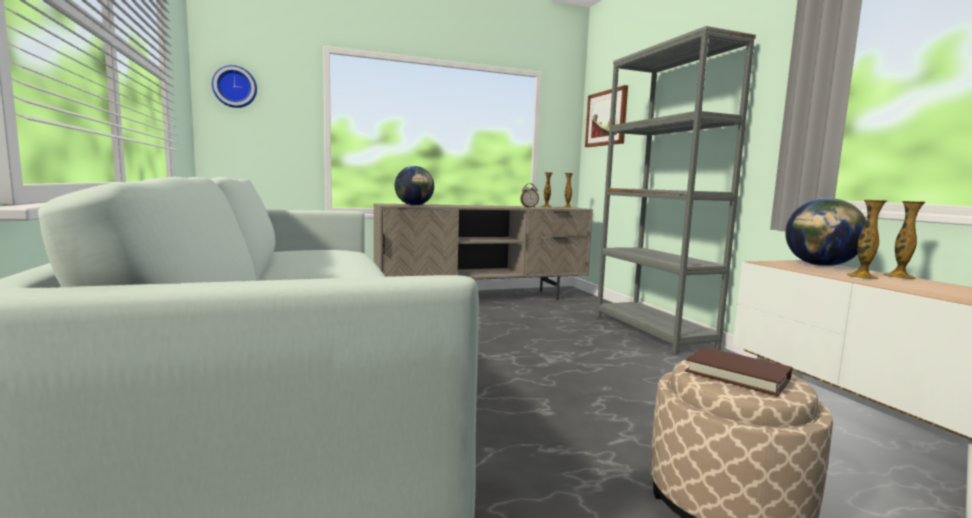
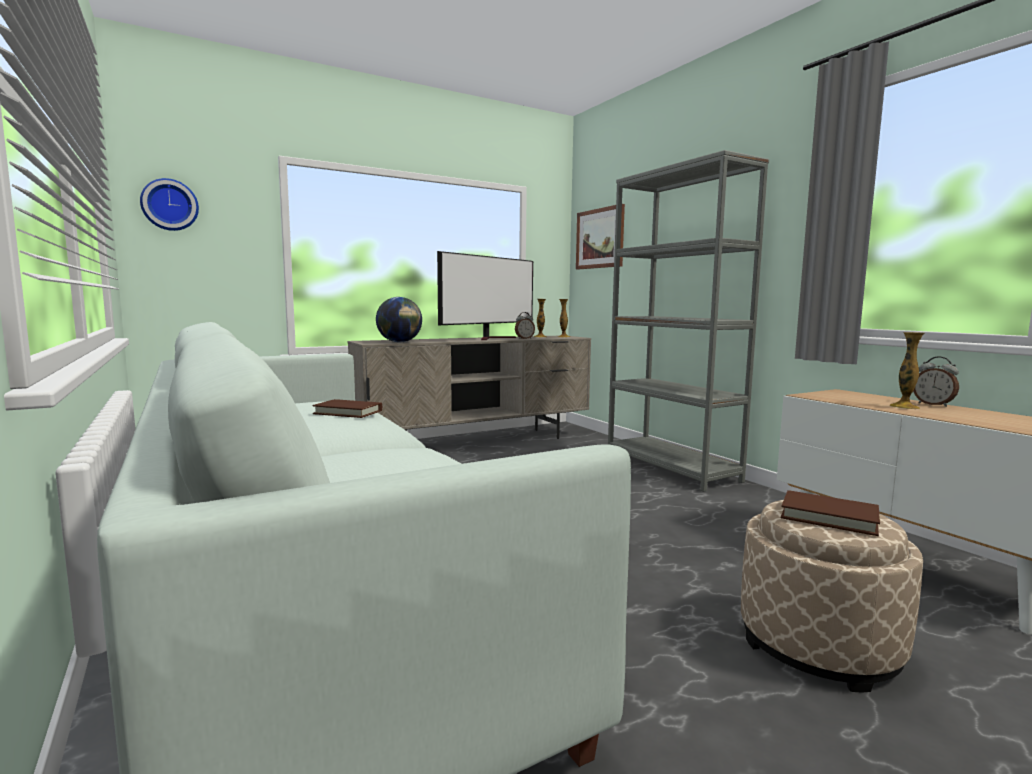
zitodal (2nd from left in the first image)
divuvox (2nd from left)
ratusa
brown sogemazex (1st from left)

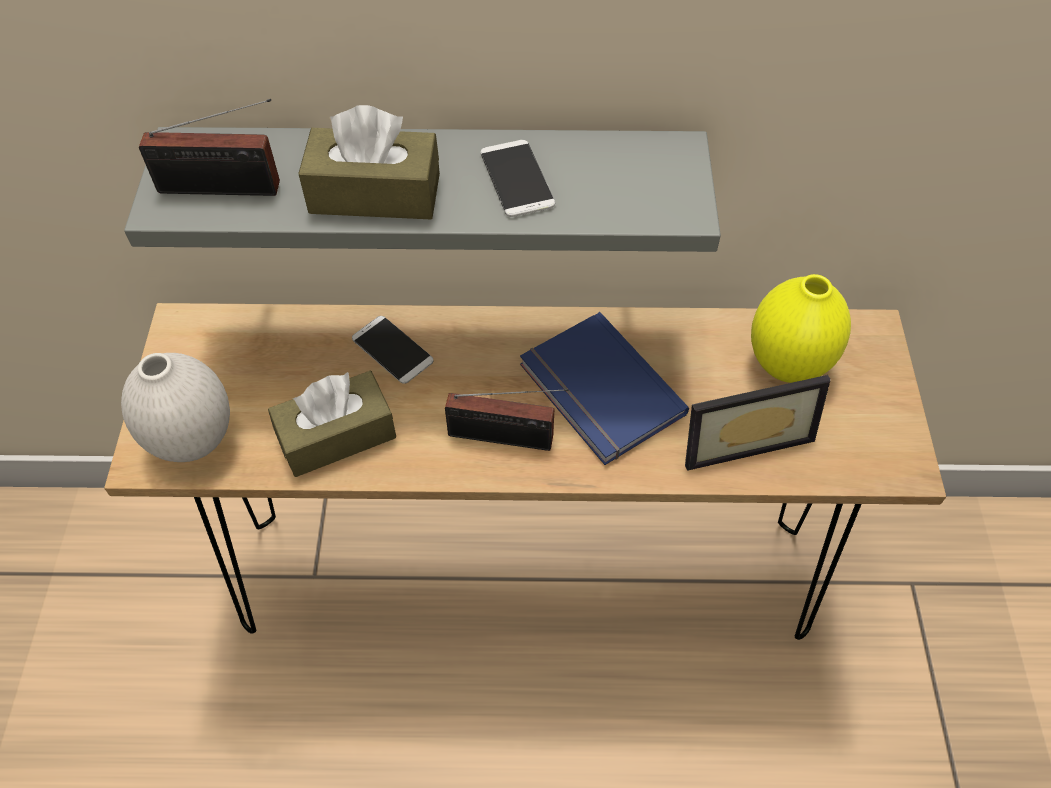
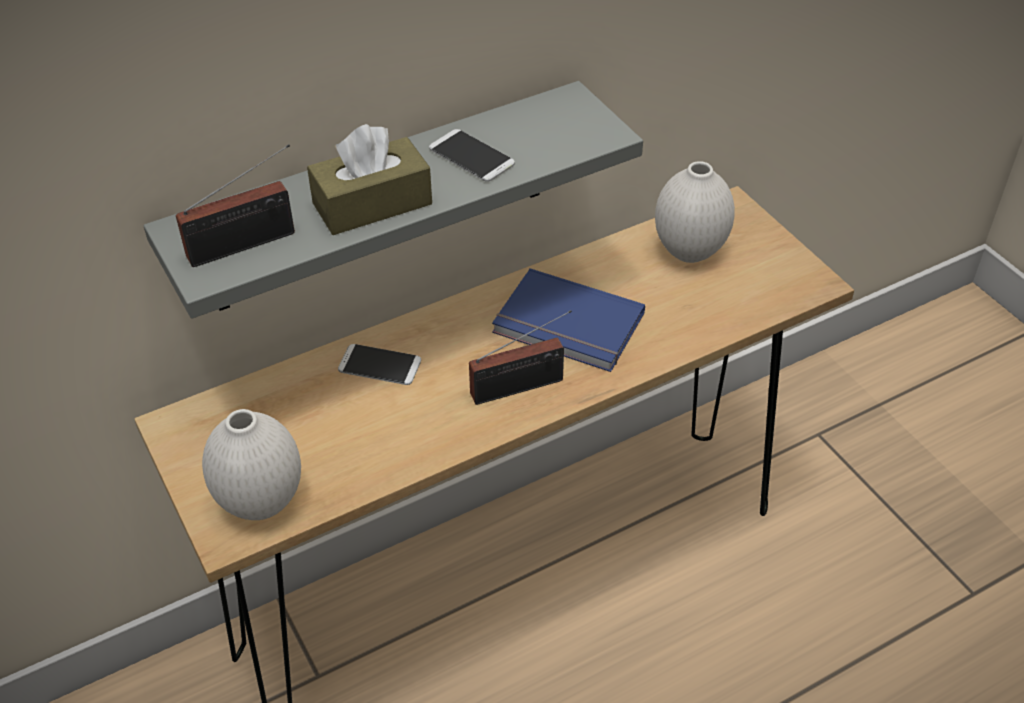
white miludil (2nd from left)
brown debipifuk (1st from left in the first image)
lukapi

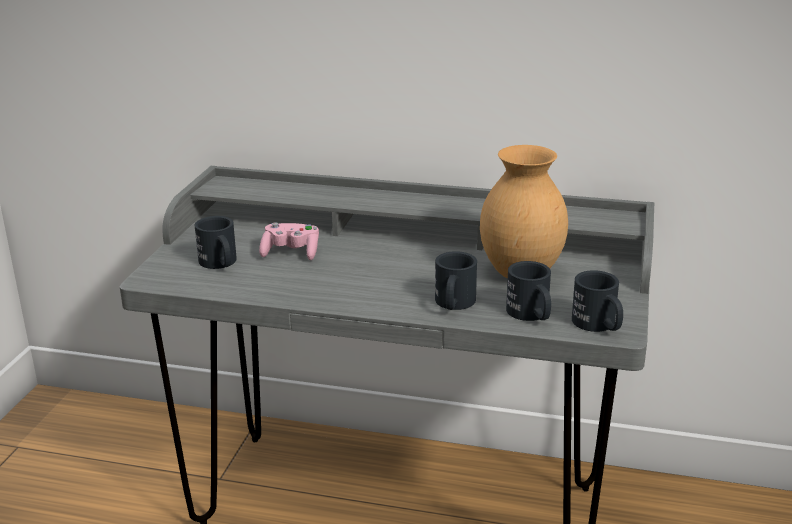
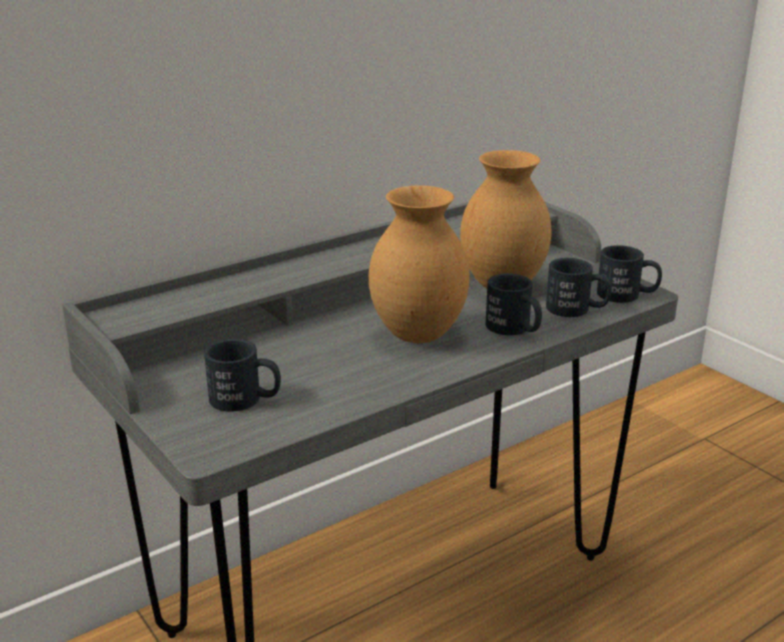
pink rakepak
brown miludil (1st from left)

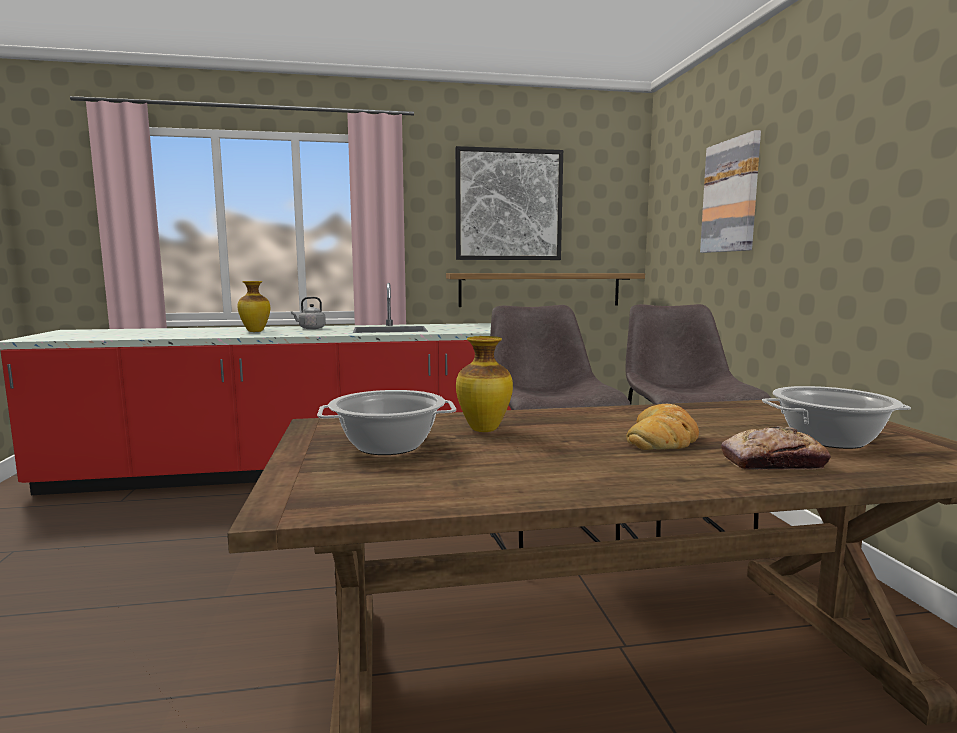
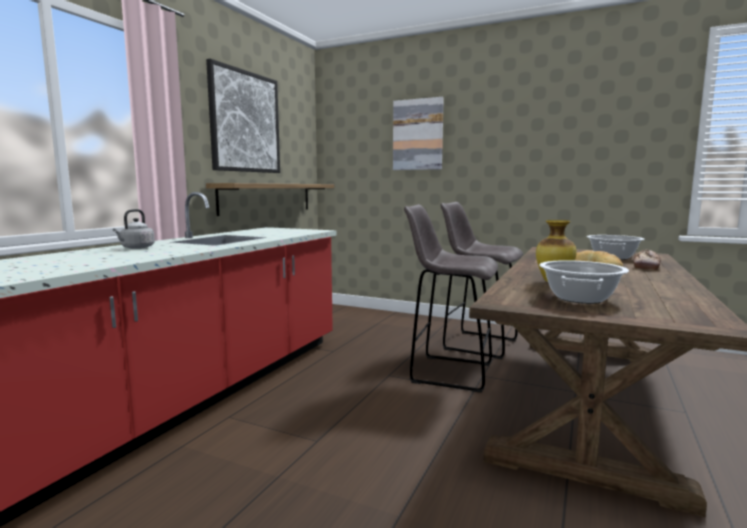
miludil (1st from left in the first image)

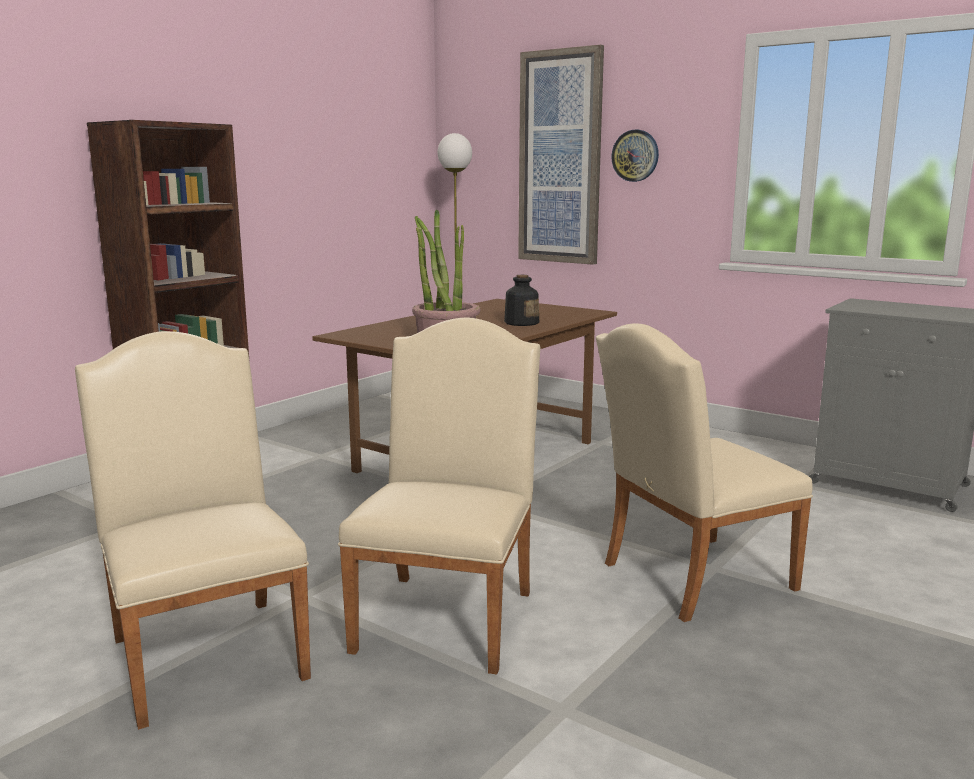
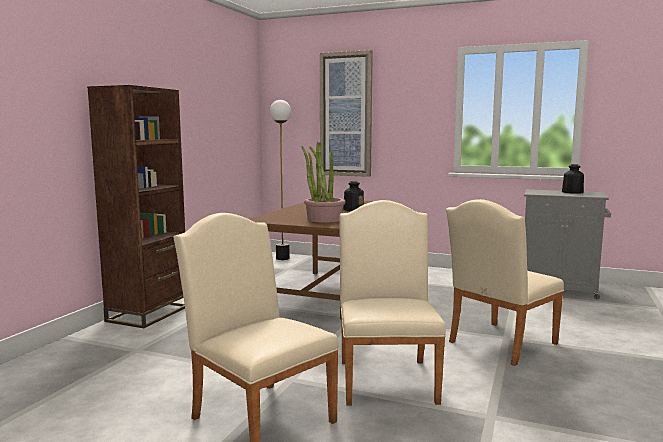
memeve
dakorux (2nd from left)

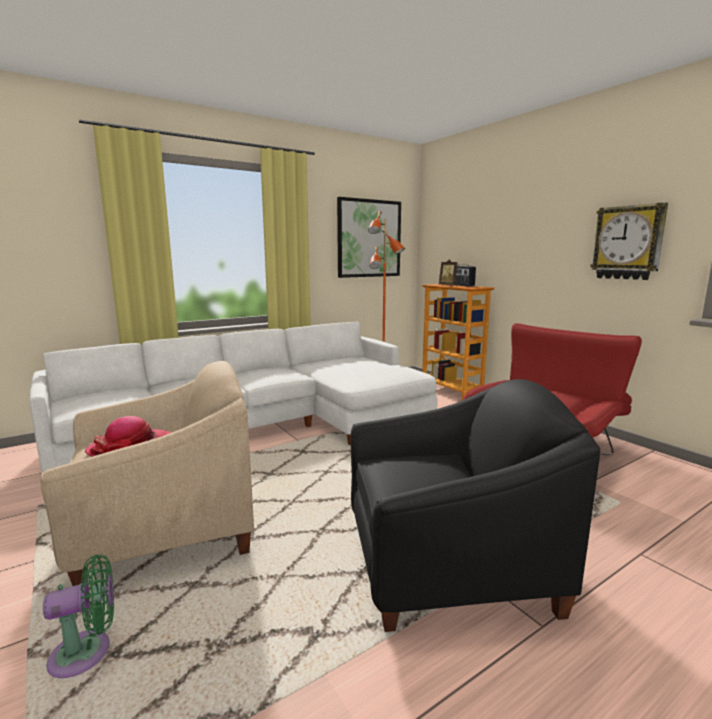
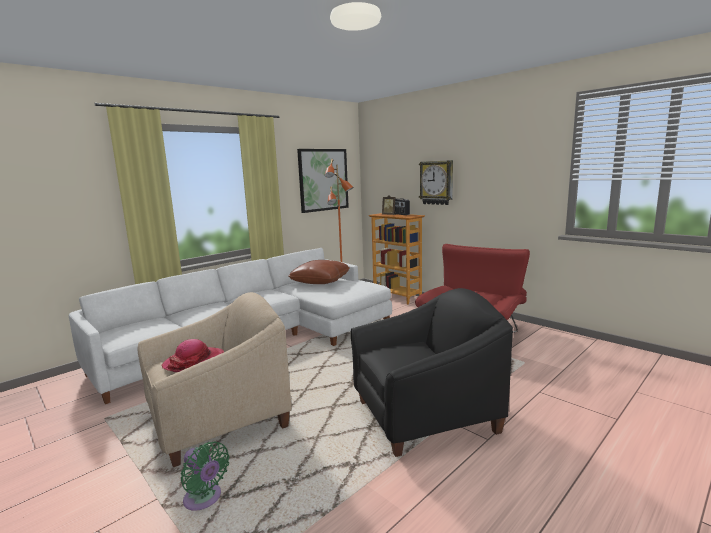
memeve
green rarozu
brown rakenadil

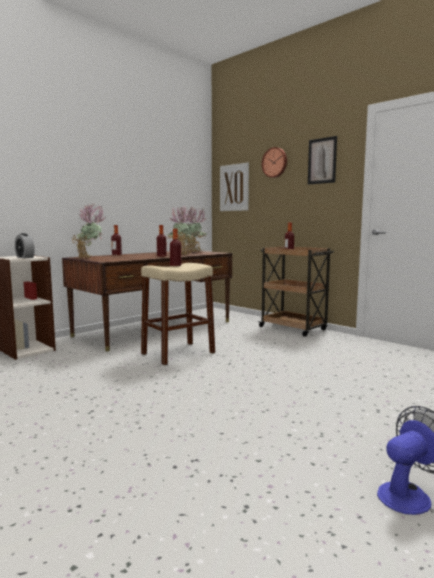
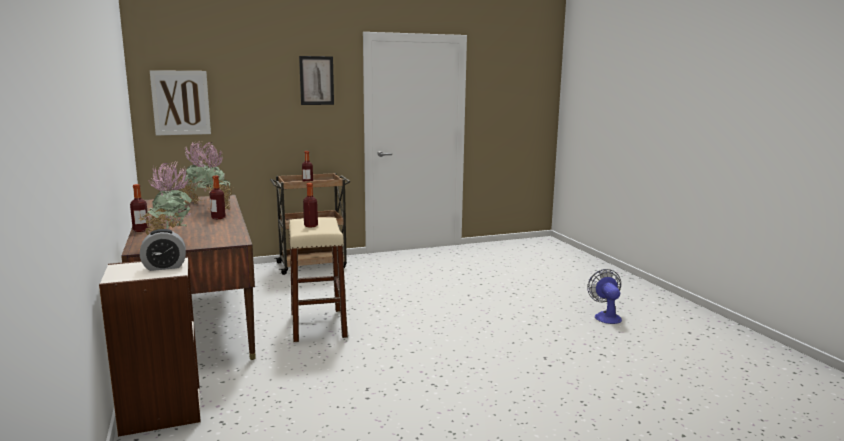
memeve

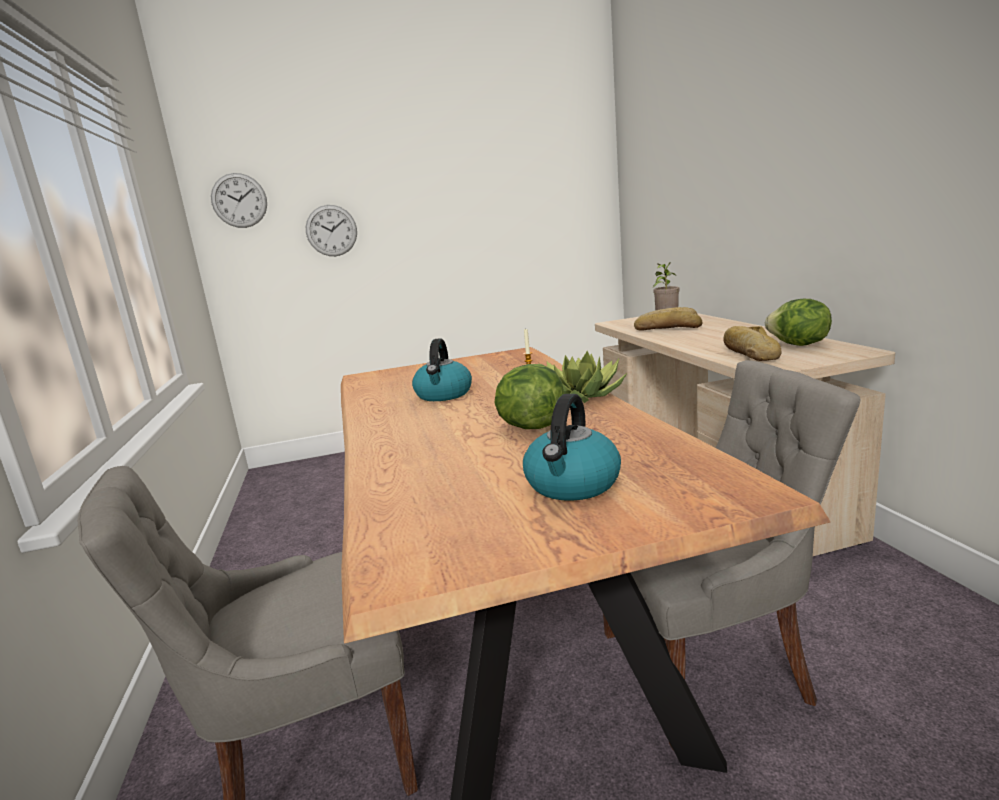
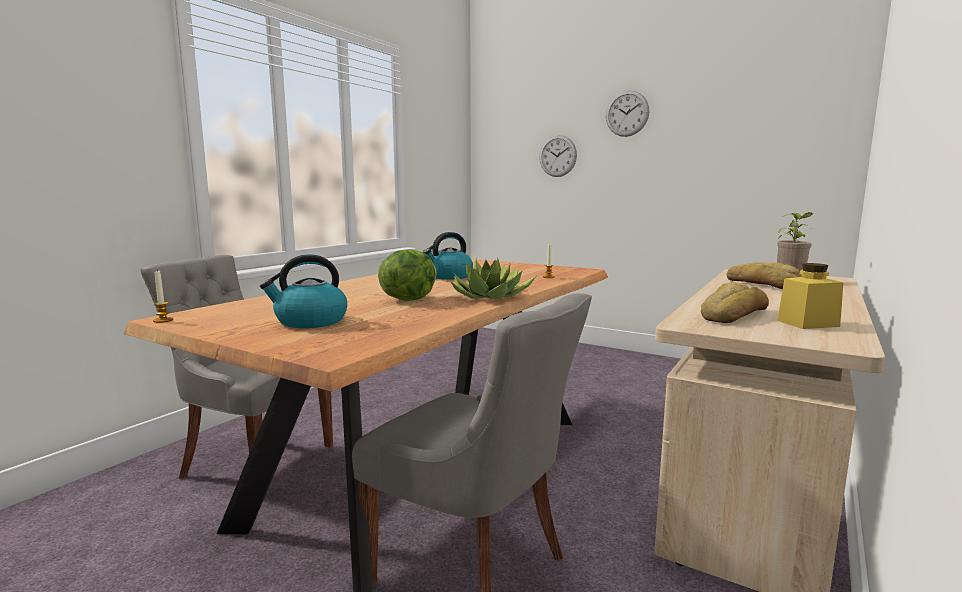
memeve (2nd from left)
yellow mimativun
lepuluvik (1st from left)

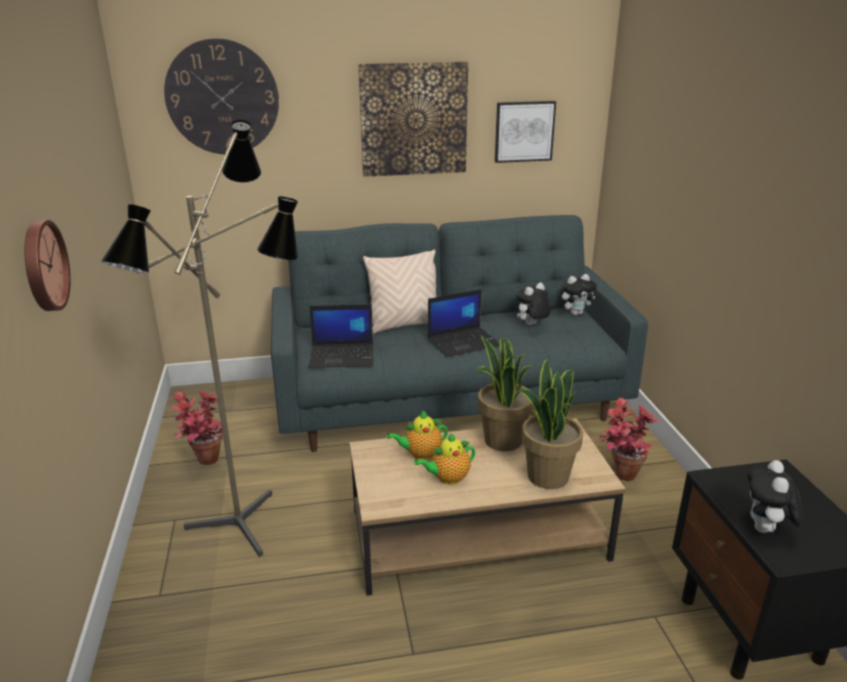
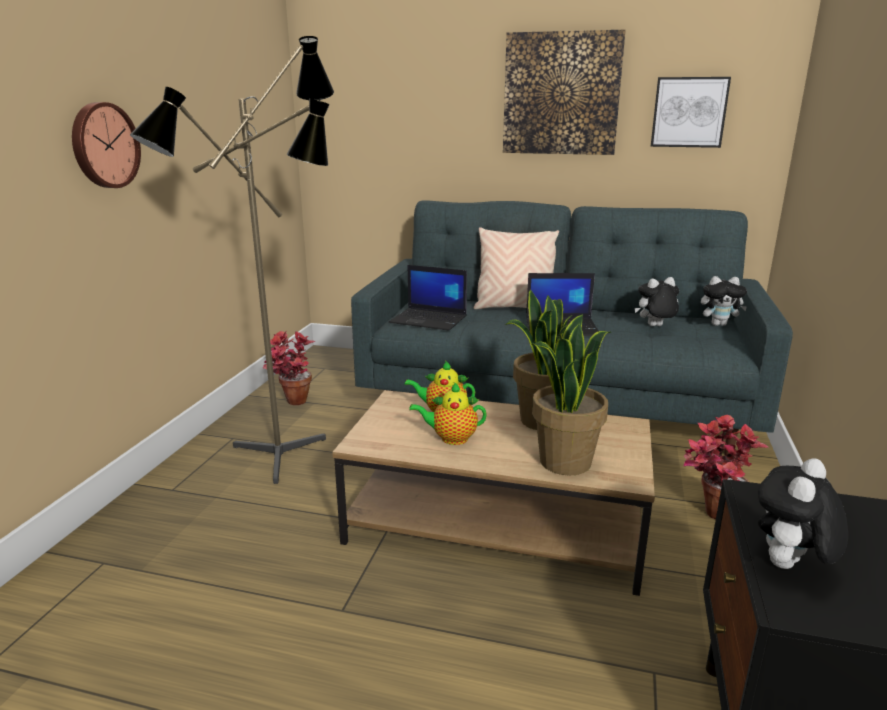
memeve (2nd from left in the first image)

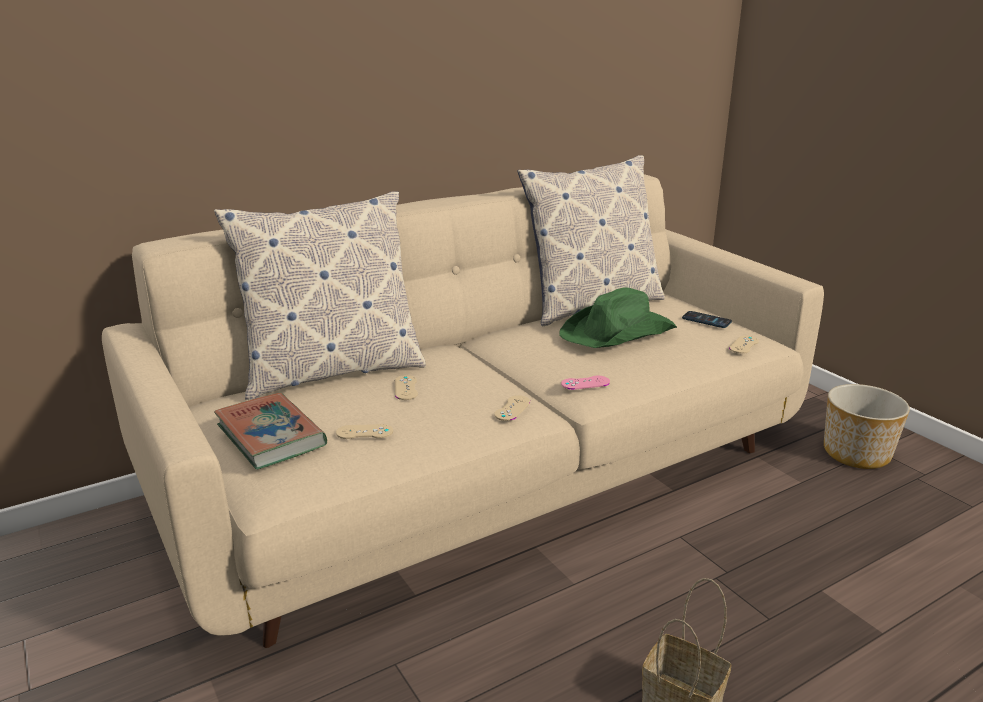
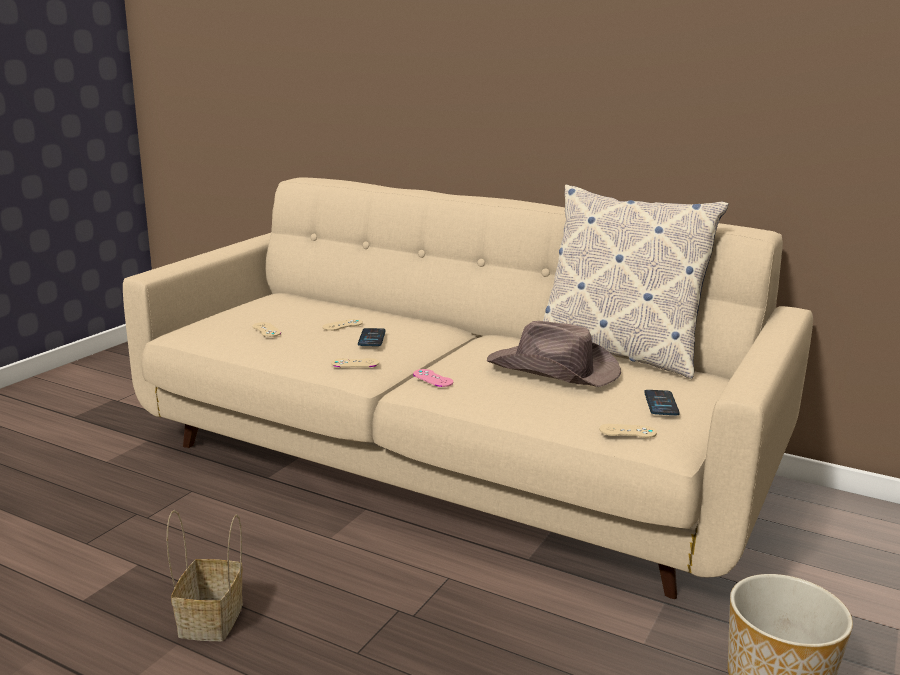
rakenadil (1st from left in the first image)
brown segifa
sogemazex
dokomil (1st from left)

